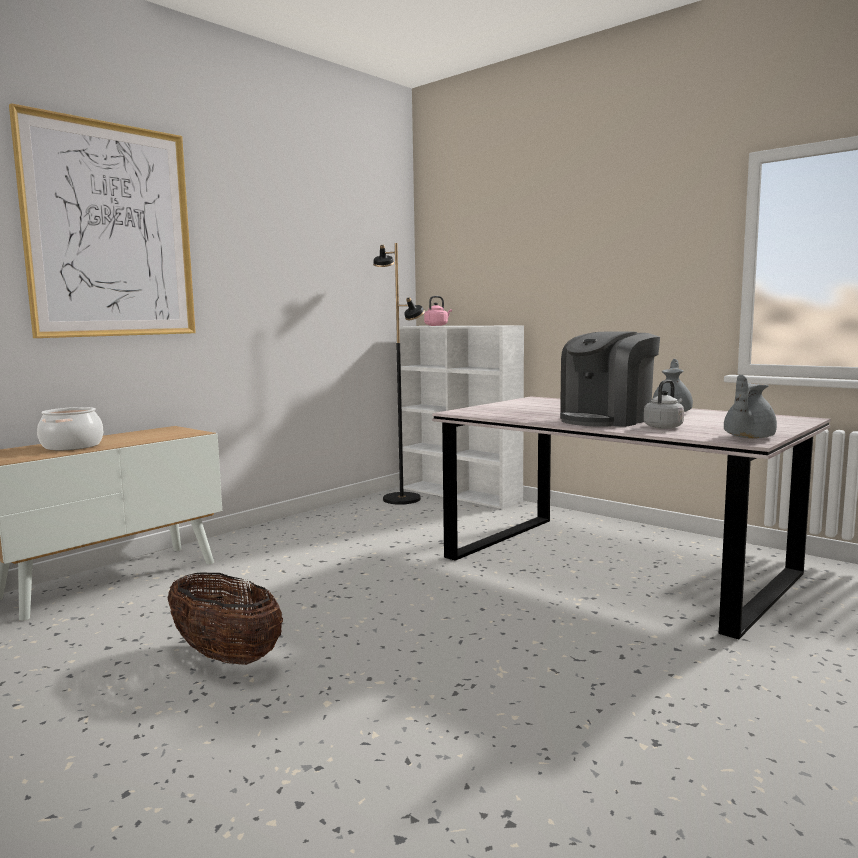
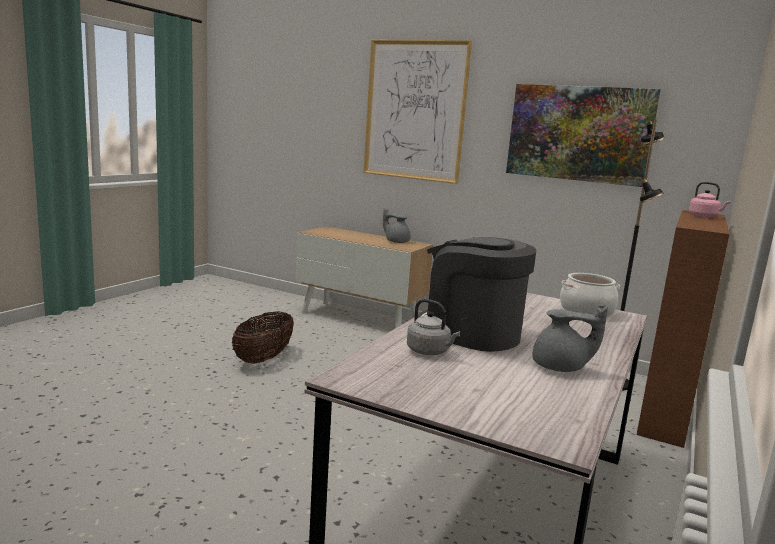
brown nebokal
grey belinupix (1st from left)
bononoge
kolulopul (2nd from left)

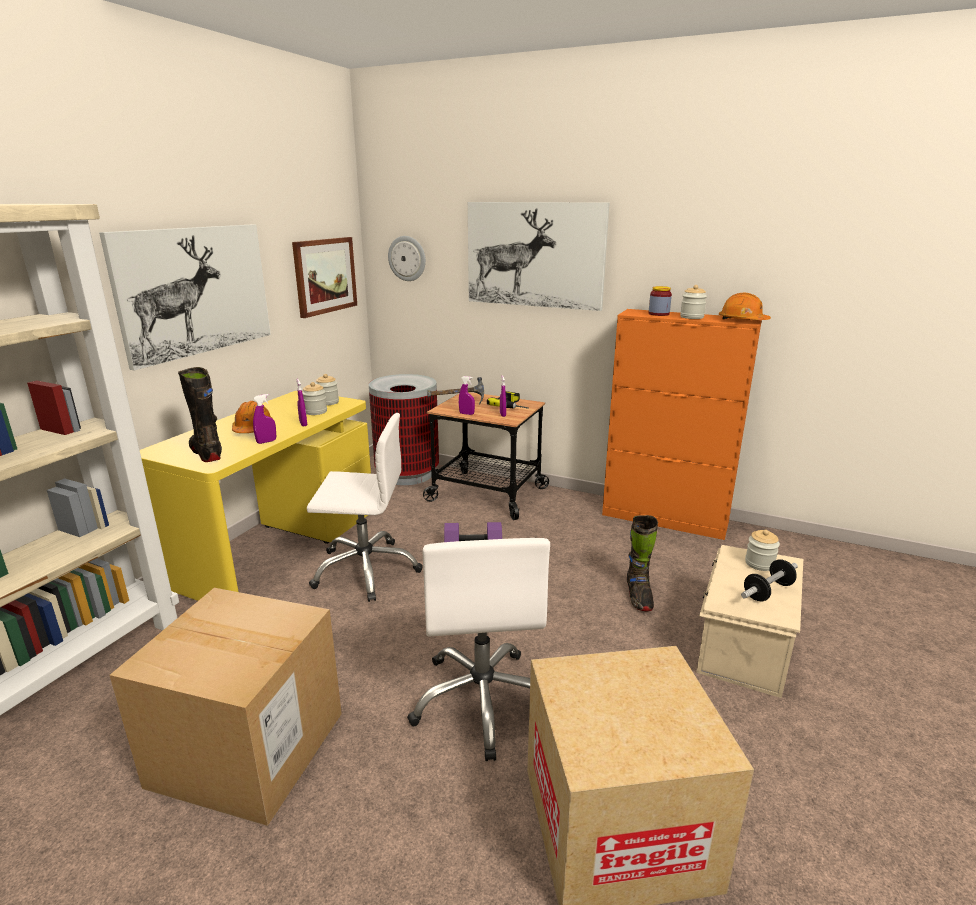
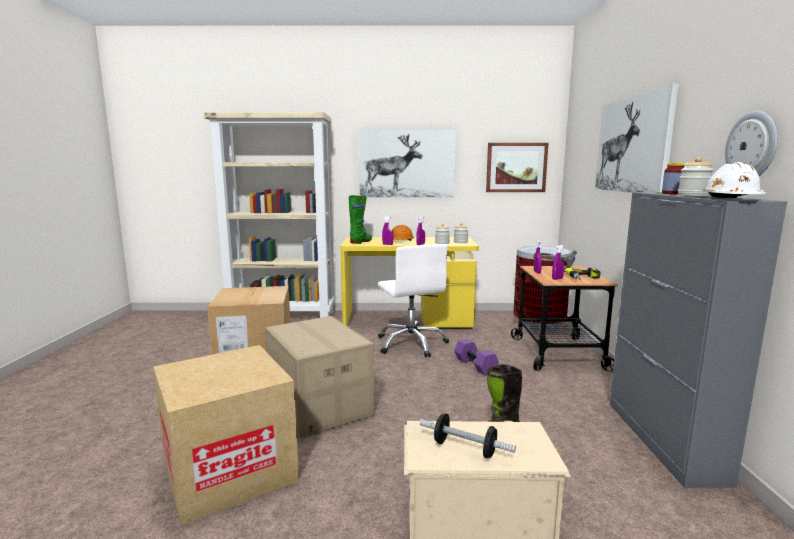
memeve
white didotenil
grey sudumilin
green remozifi
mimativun (5th from left in the first image)
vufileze (3rd from left)

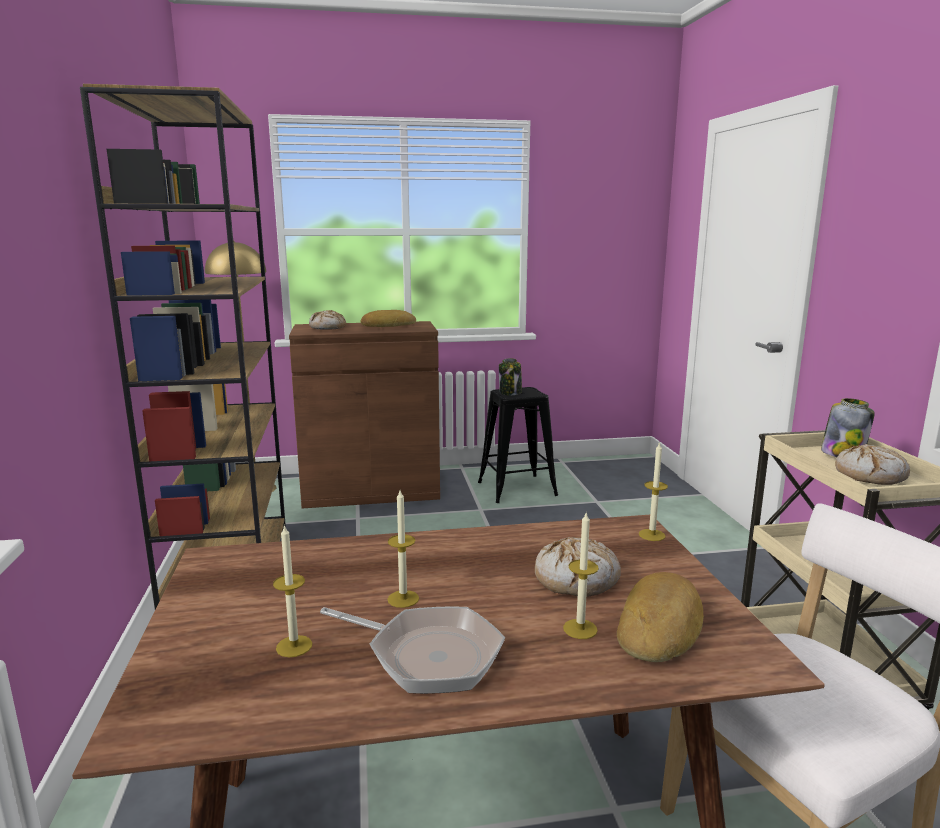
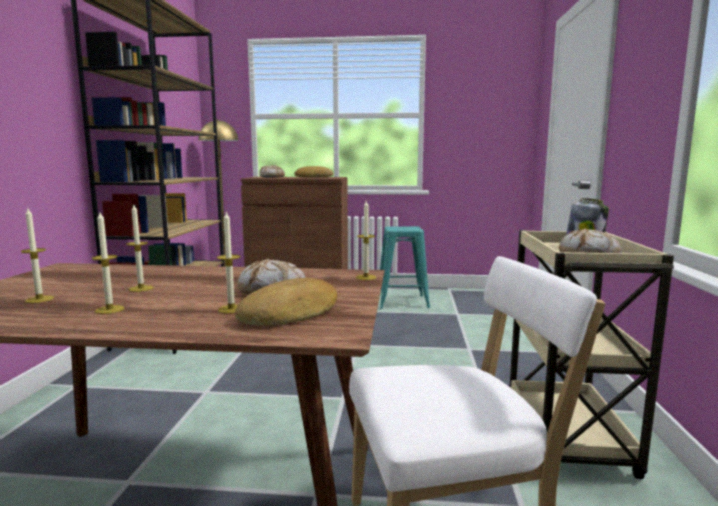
mimativun (1st from left in the first image)
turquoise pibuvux
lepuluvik (2nd from left)

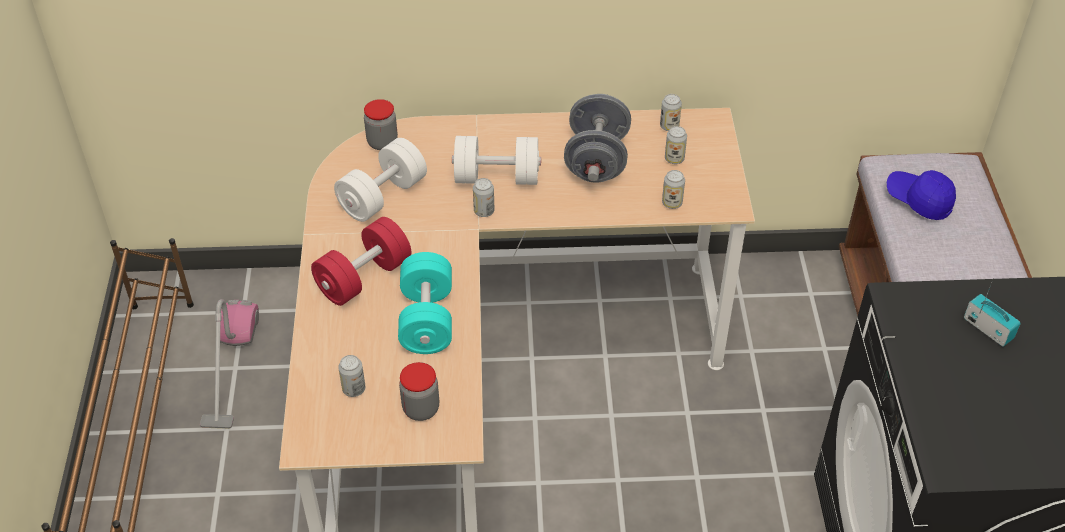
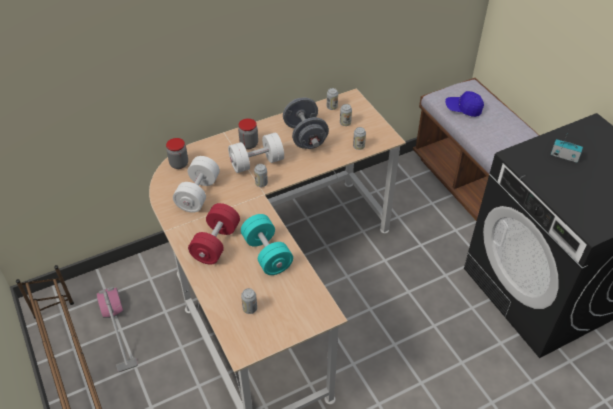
mimativun (2nd from left)

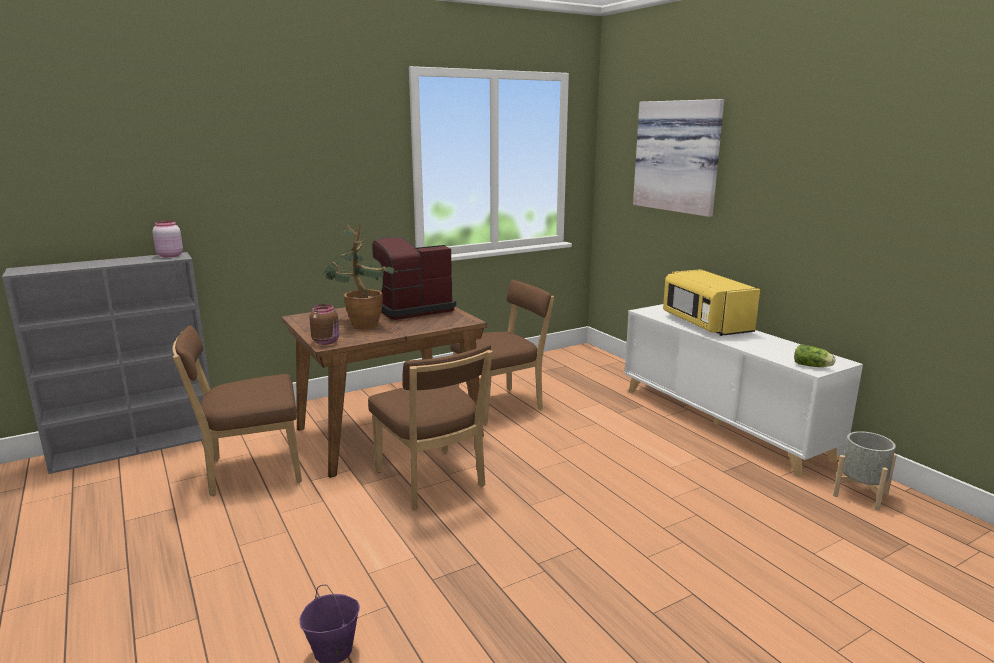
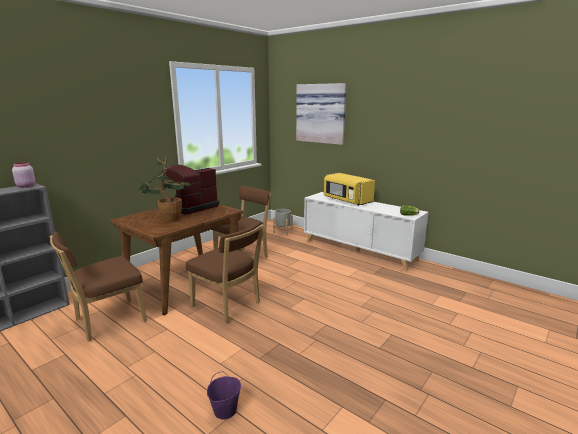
brown mimativun
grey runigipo

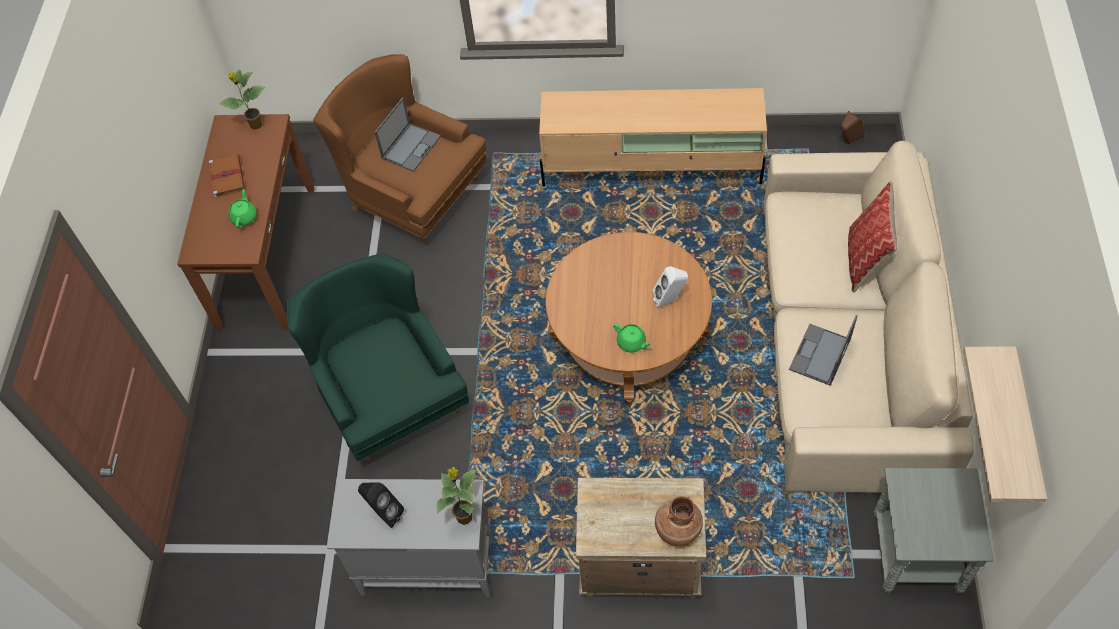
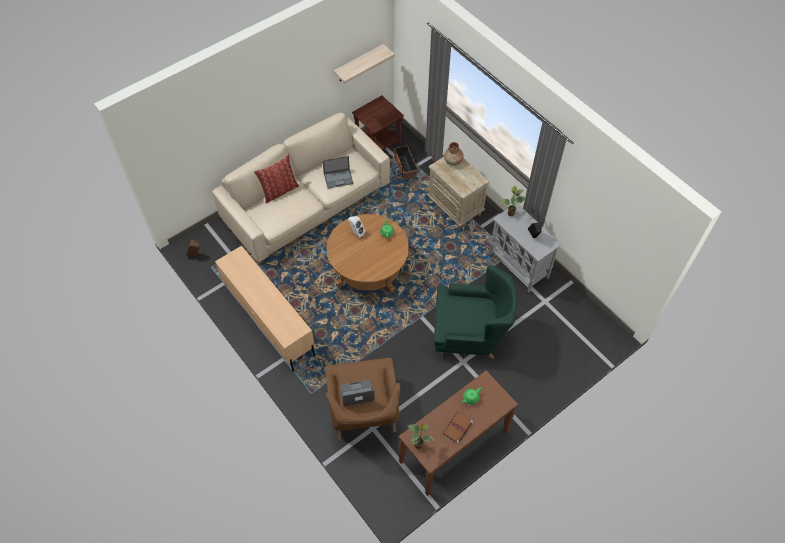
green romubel
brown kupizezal
runigipo

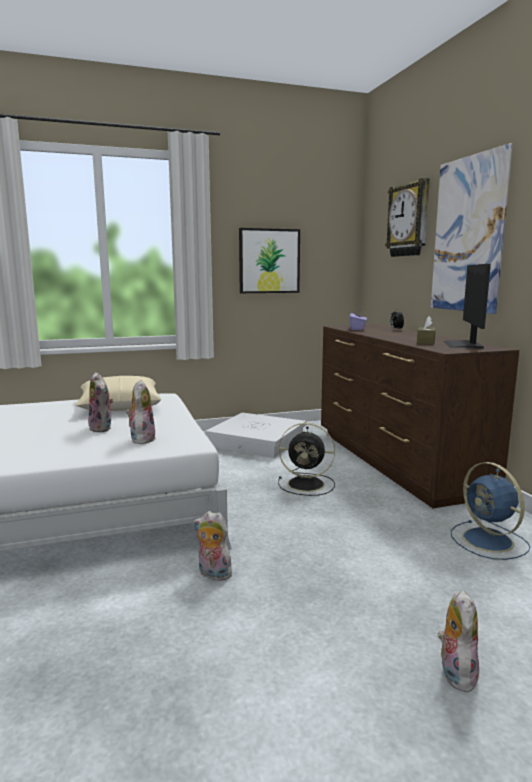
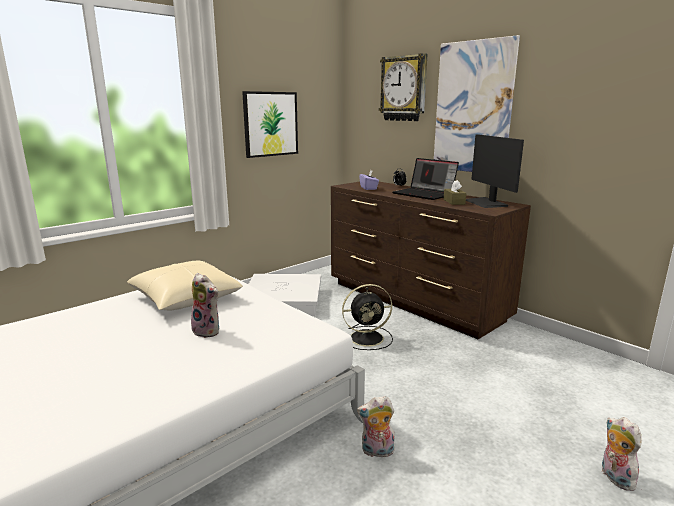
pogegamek (2nd from left in the first image)
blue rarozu
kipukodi

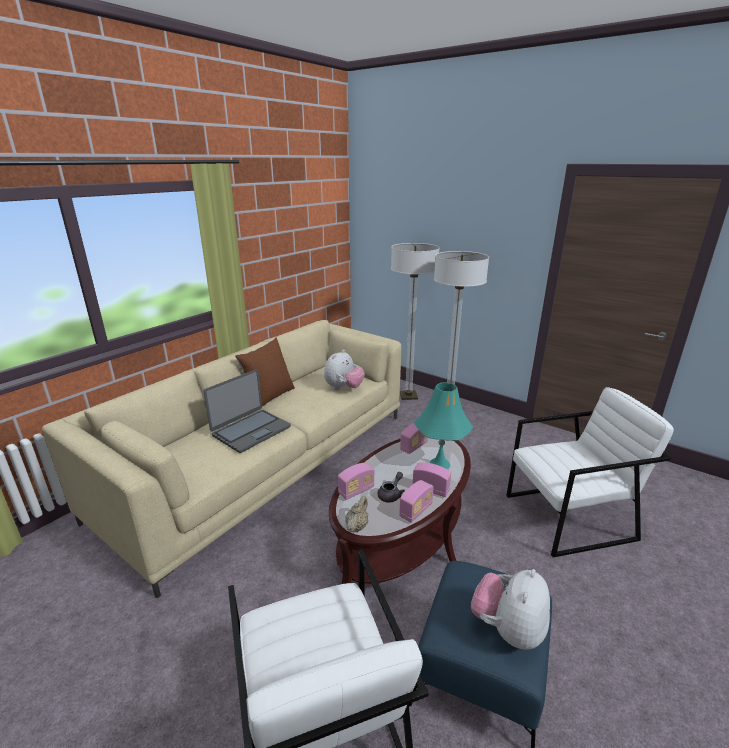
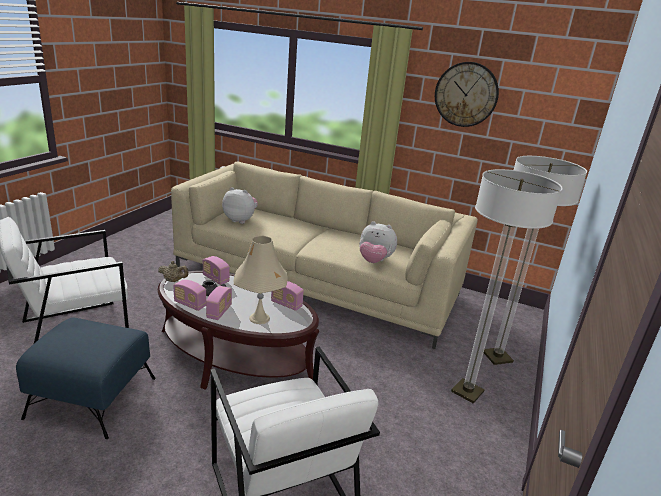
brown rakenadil
kipukodi
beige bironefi
pogegamek (1st from left)
memeve

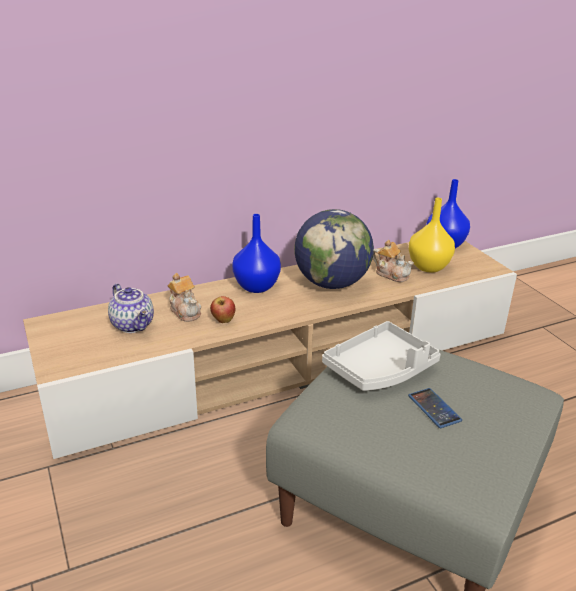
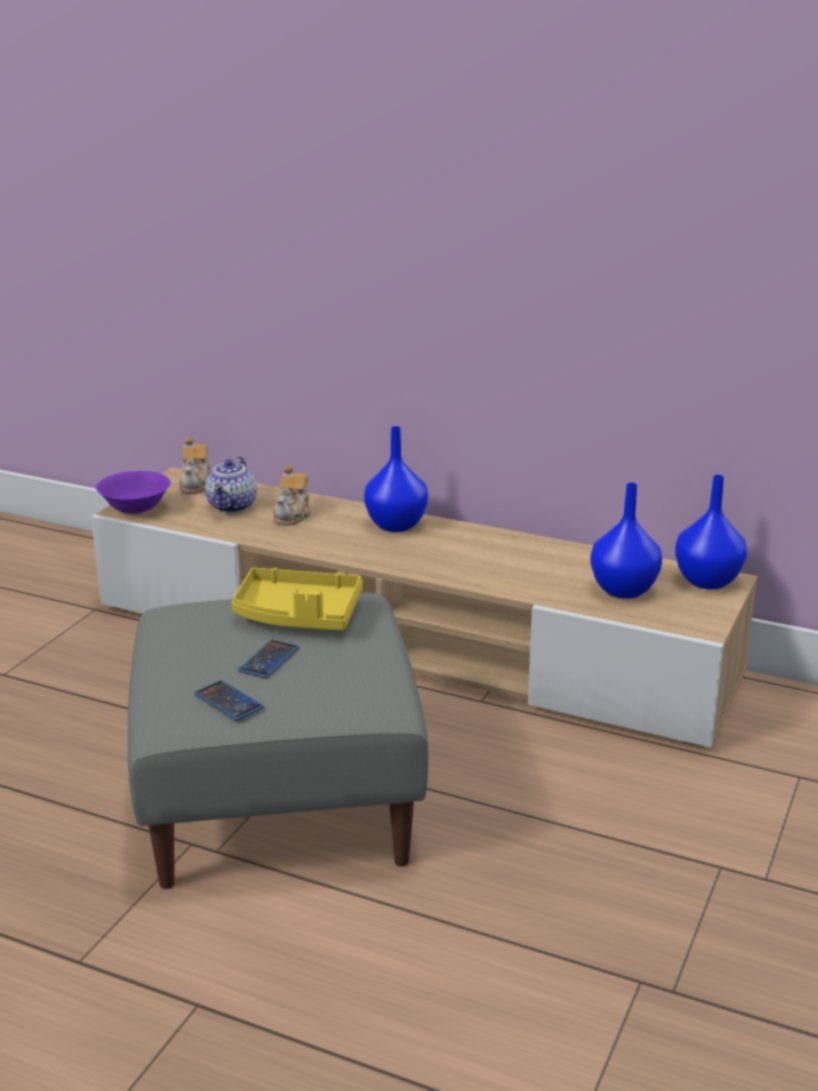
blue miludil (2nd from left)
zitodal
belinupix (1st from left)
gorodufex
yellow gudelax
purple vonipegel
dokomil (1st from left)

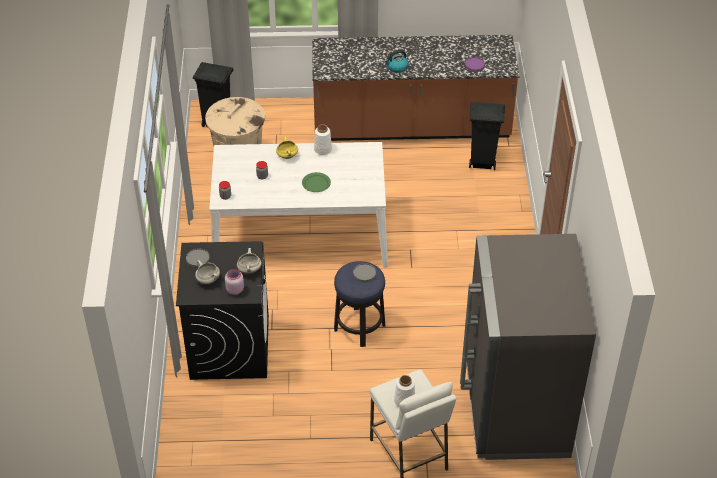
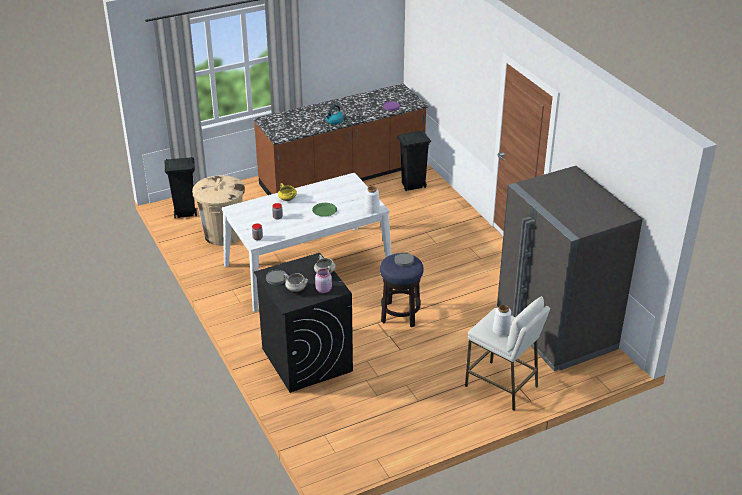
white miludil (1st from left)

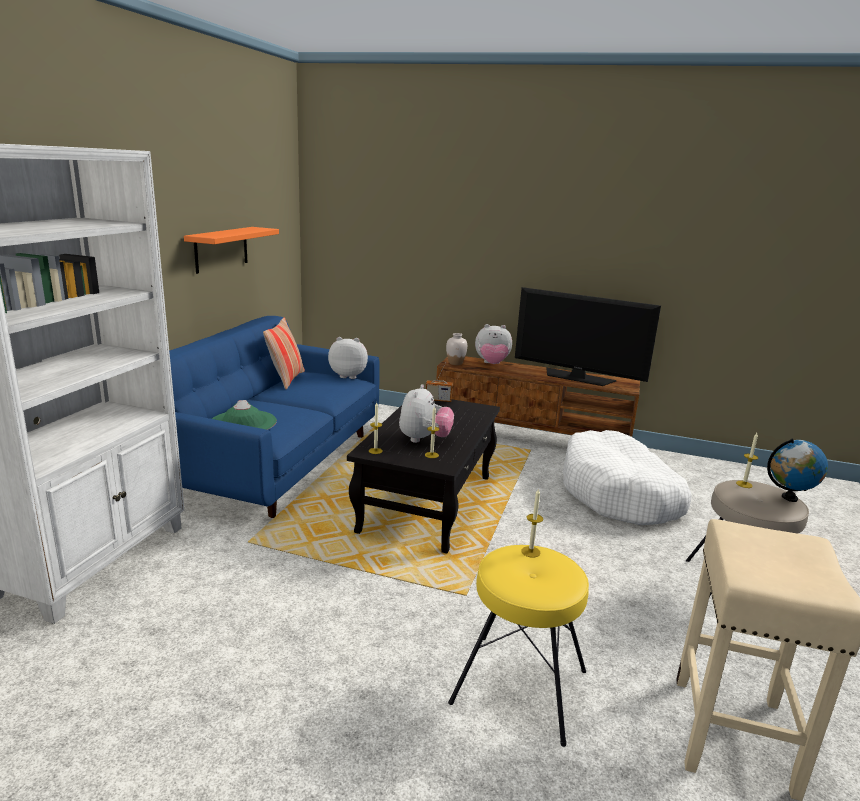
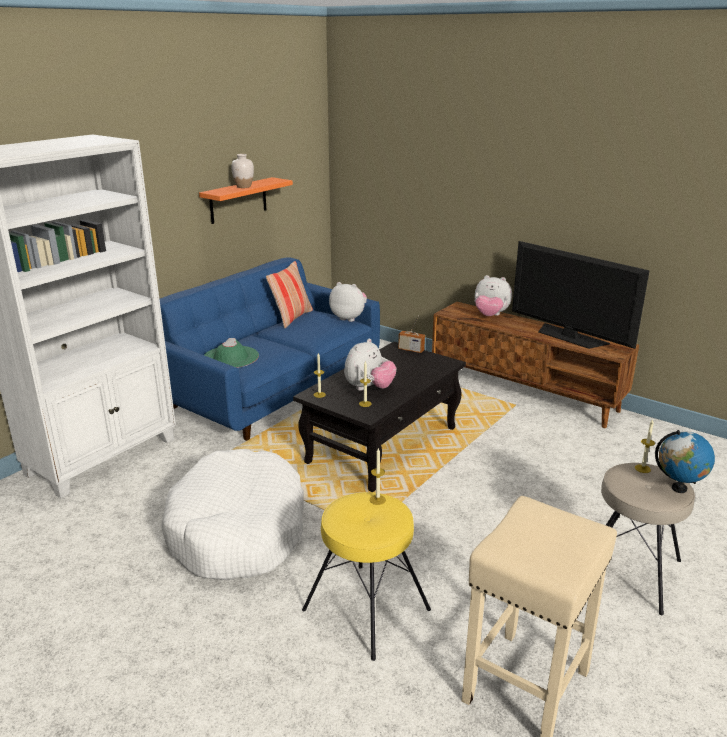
white miludil
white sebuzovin

